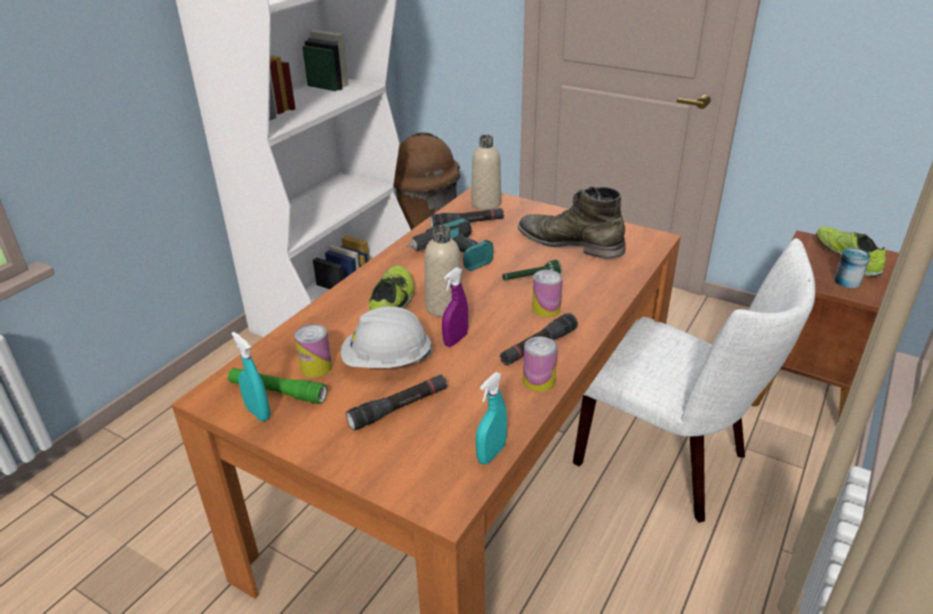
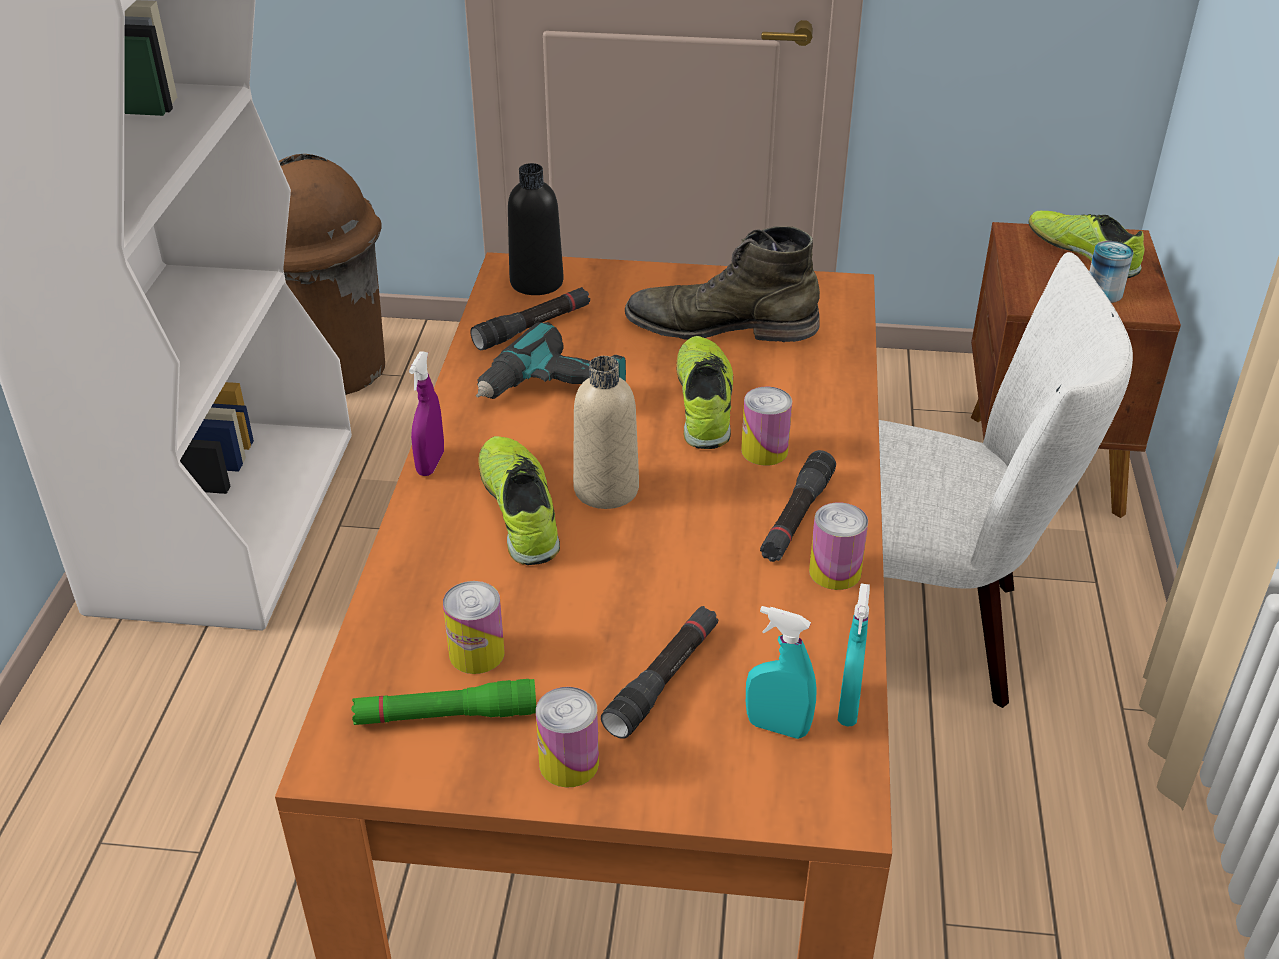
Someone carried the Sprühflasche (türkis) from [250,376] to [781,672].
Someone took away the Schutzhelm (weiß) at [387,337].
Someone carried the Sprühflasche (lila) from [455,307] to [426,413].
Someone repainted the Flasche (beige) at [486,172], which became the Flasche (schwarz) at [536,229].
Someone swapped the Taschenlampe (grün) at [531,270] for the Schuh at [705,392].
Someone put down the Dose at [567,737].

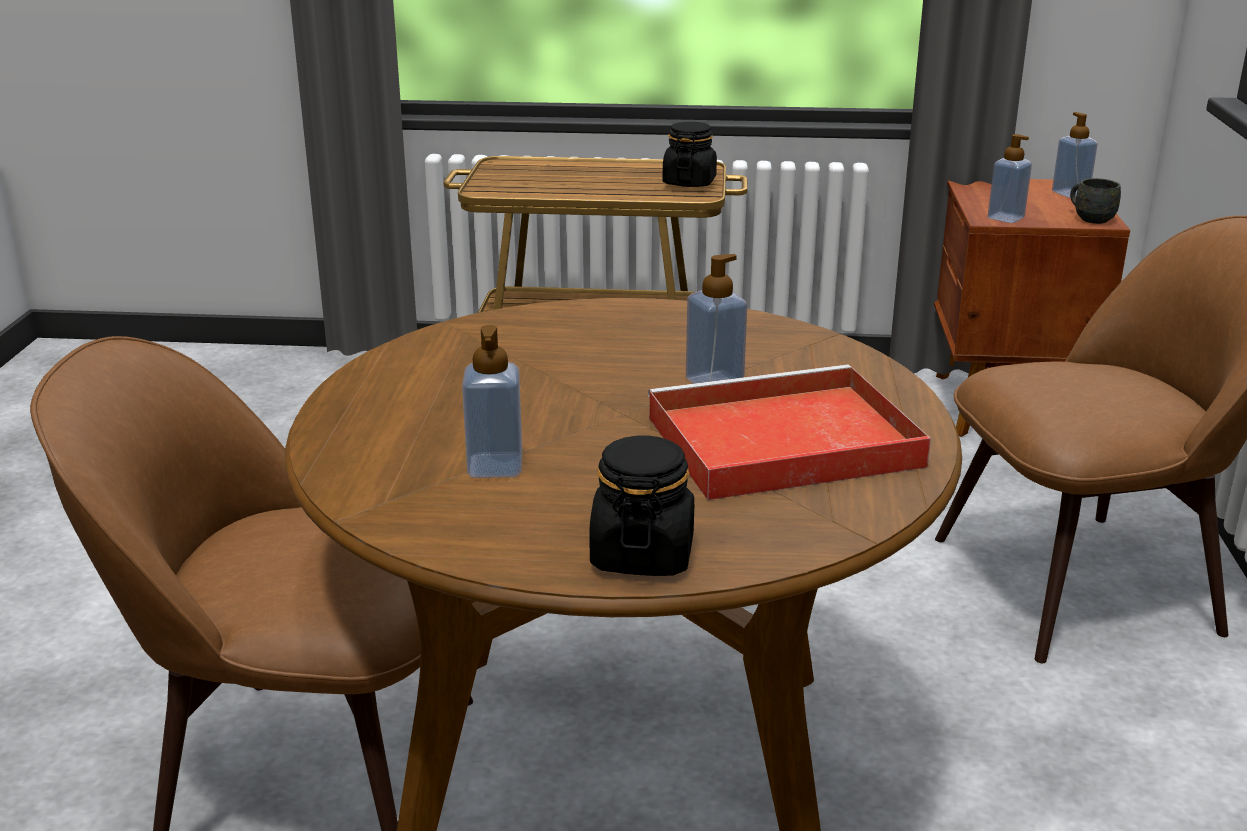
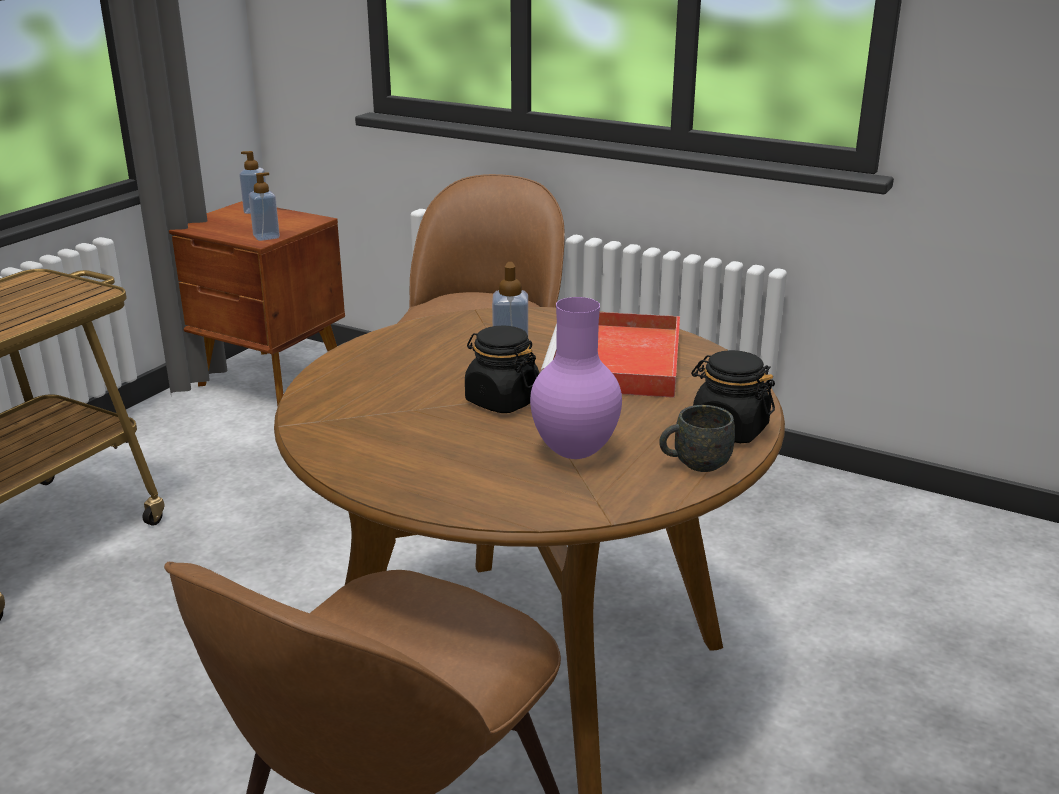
Someone swapped the Seifenspender at [492,401] for the Vase (lila) at [576,378].
Someone carried the Vorratsglas (schwarz) from [689,154] to [502,369].
Someone carried the Henkelbecher (grau) from [1095,201] to [697,438].

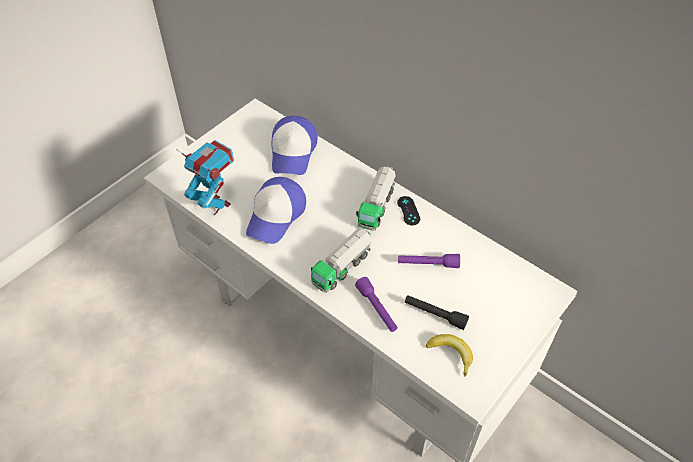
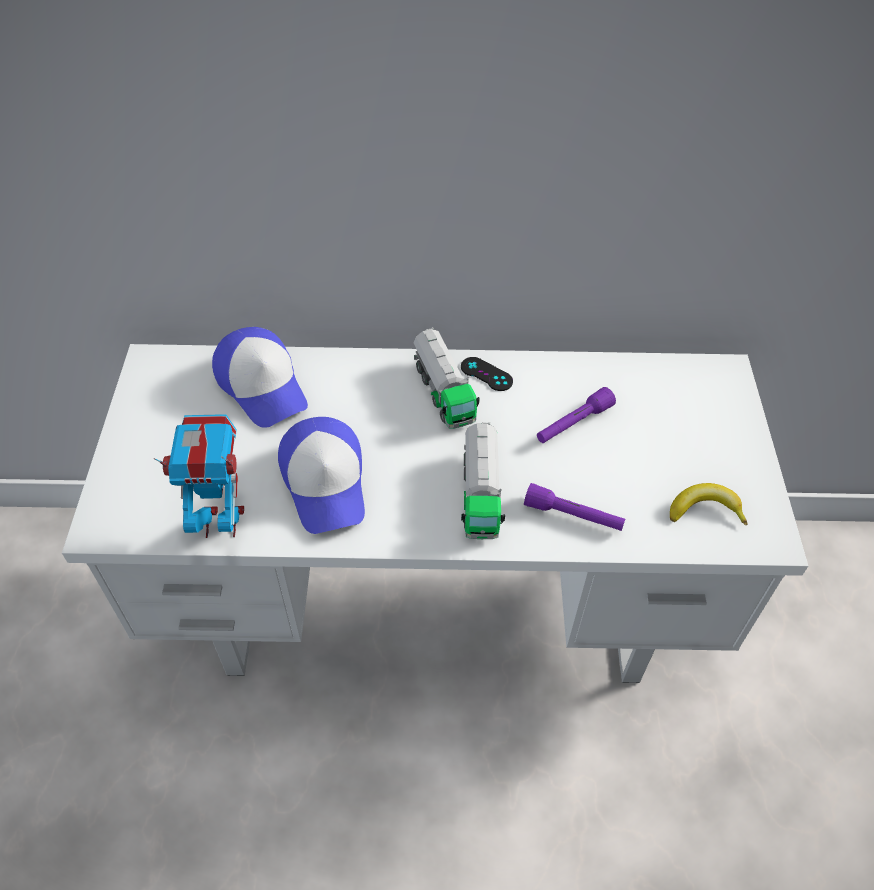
Someone took away the Taschenlampe (schwarz) at [437,312].

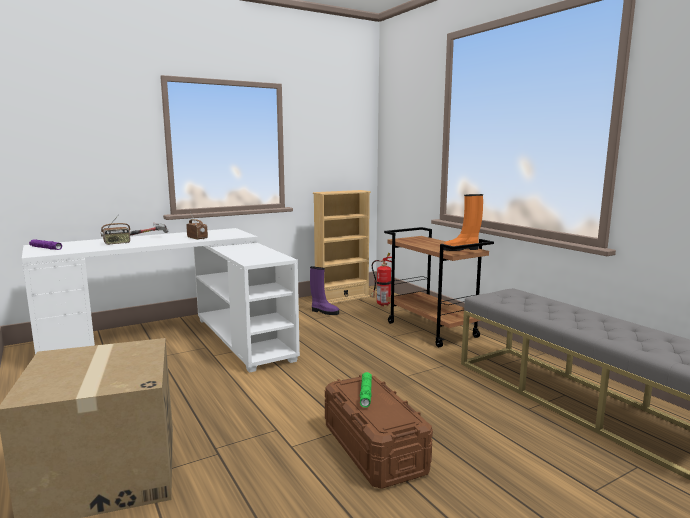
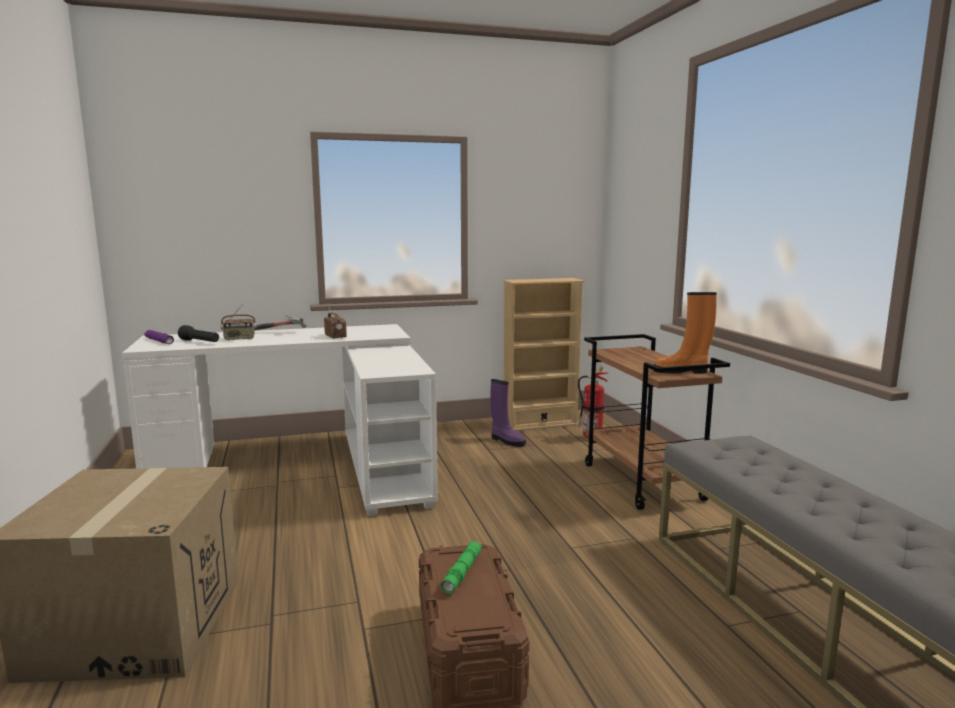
Someone put down the Taschenlampe (schwarz) at [198,333].

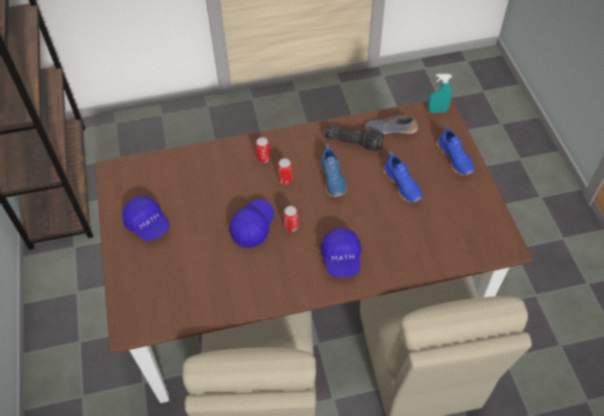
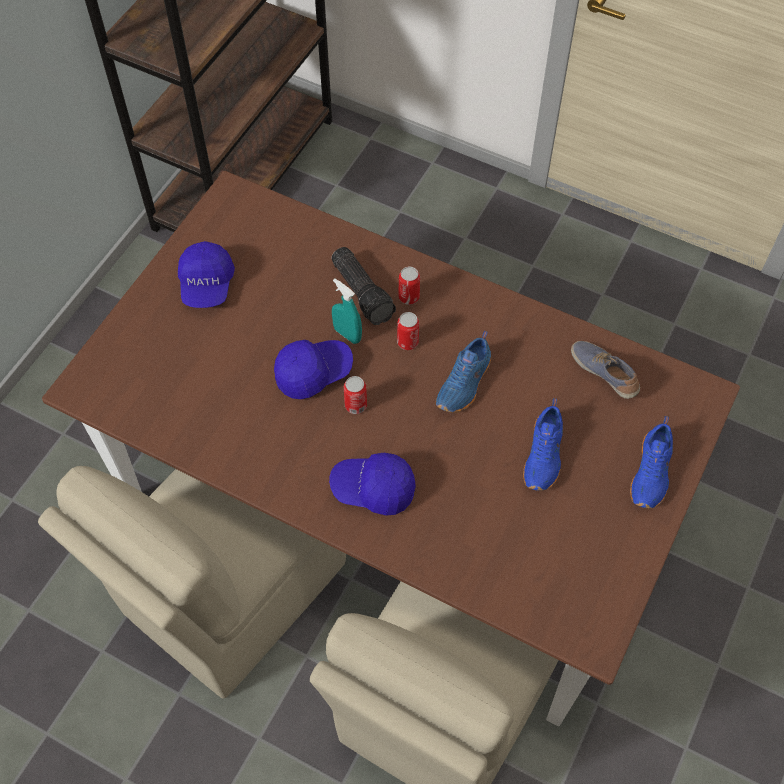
Someone rotated the Kappe (blau) at [341,253] by 60 degrees clockwise.
Someone carried the Taschenlampe from [354,138] to [364,286].
Someone carried the Sprühflasche (türkis) from [440,93] to [347,311].

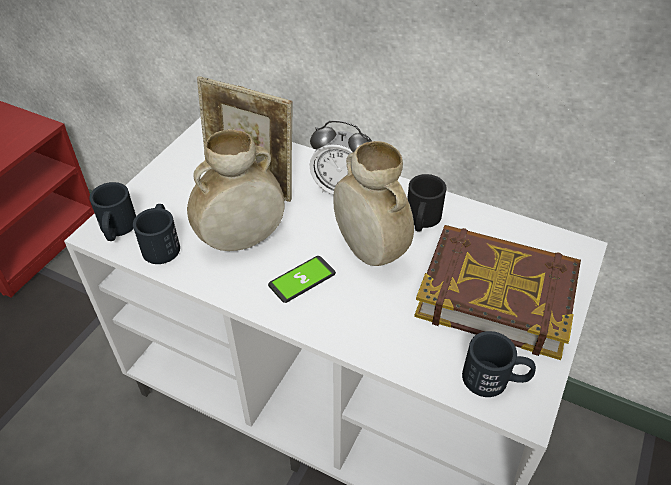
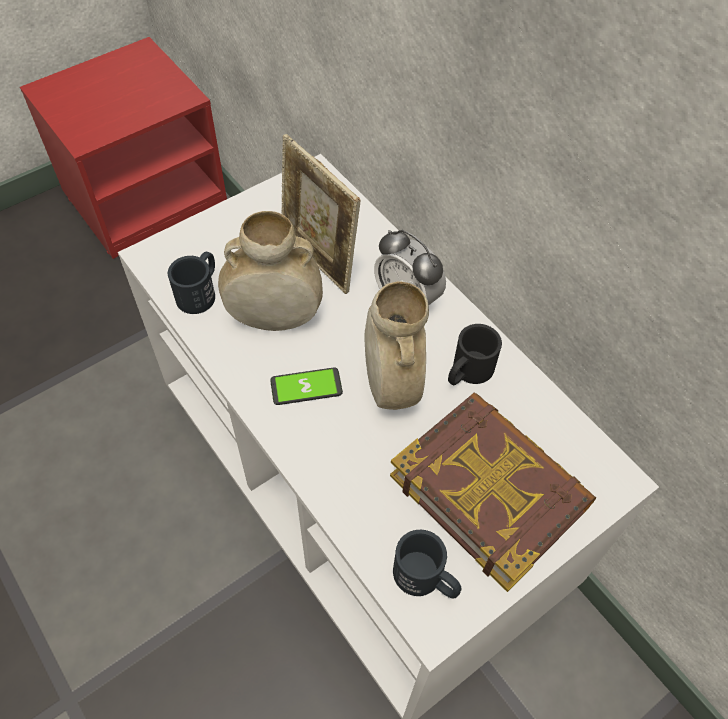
Someone took away the Henkelbecher (schwarz) at [112,211].

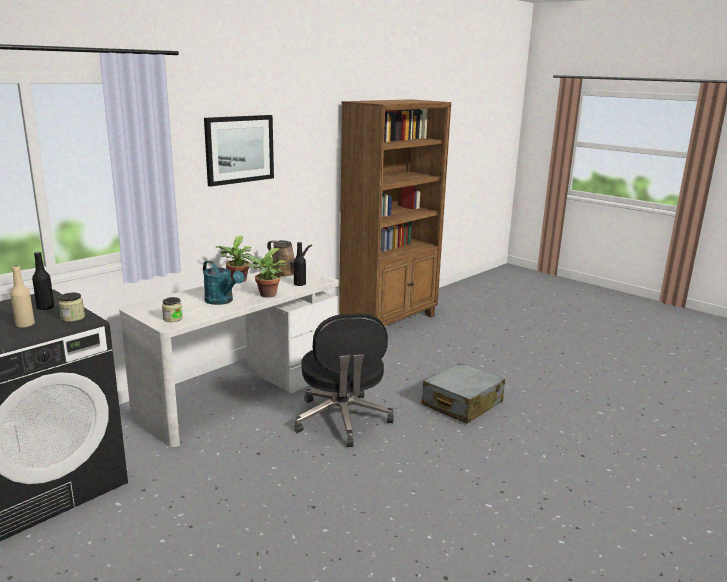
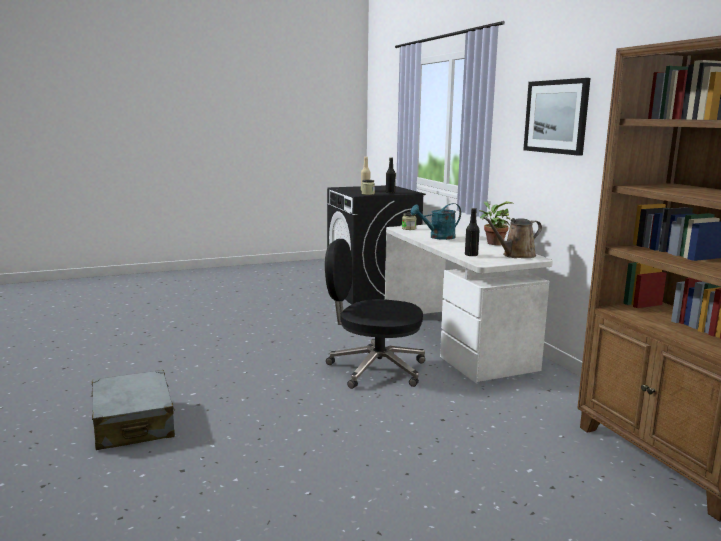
Someone took away the Topfpflanze at [263,272].
Someone carried the Koffer (grau) from [463,393] to [133,410].

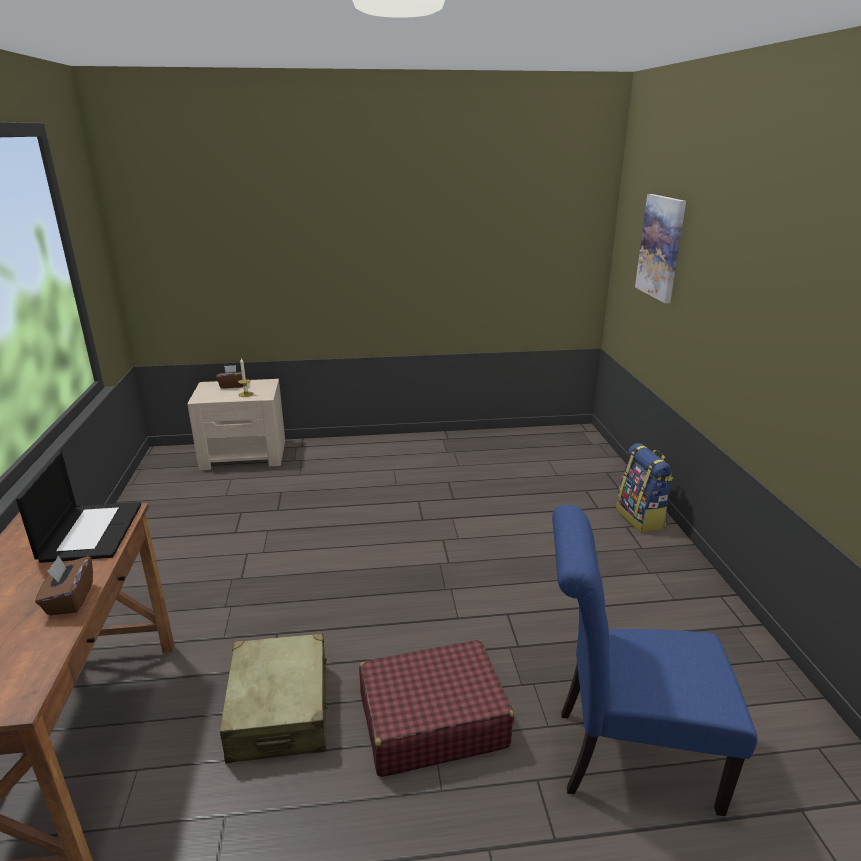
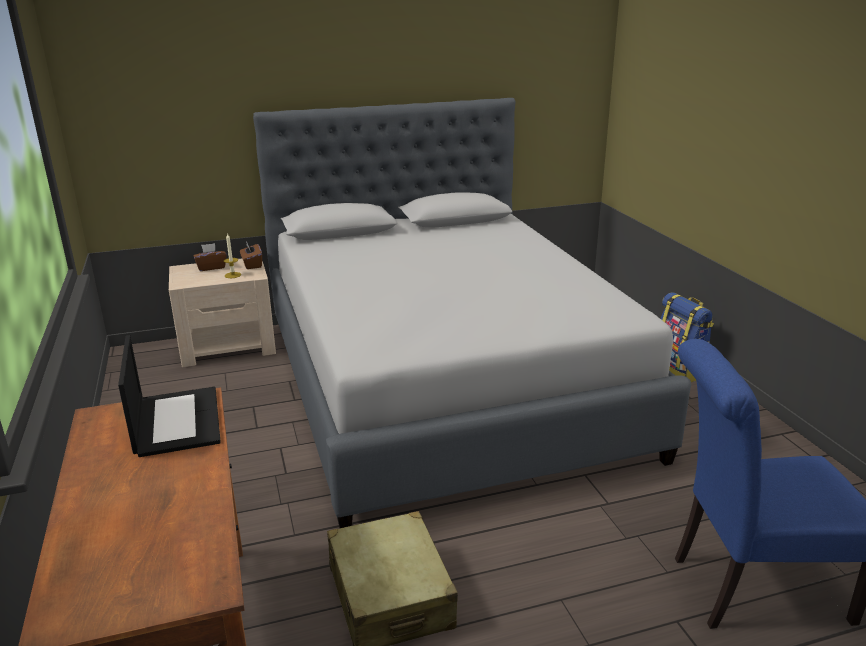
Someone carried the Taschentuchbox (braun) from [64,585] to [251,255].
Someone took away the Koffer (rot) at [436,708].
Someone took away the Bild at [660,248].
Someone put down the Bett (grau) at [472,313].

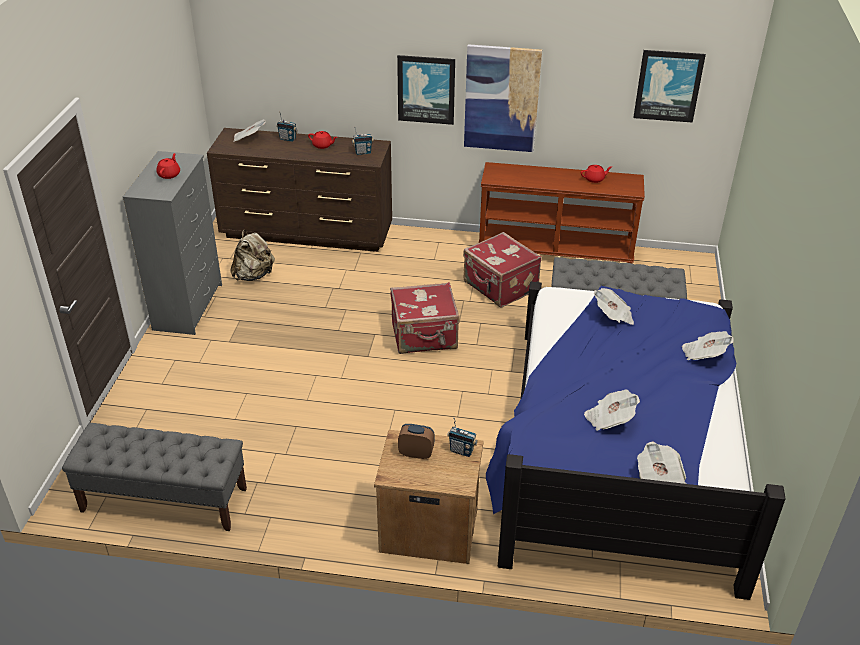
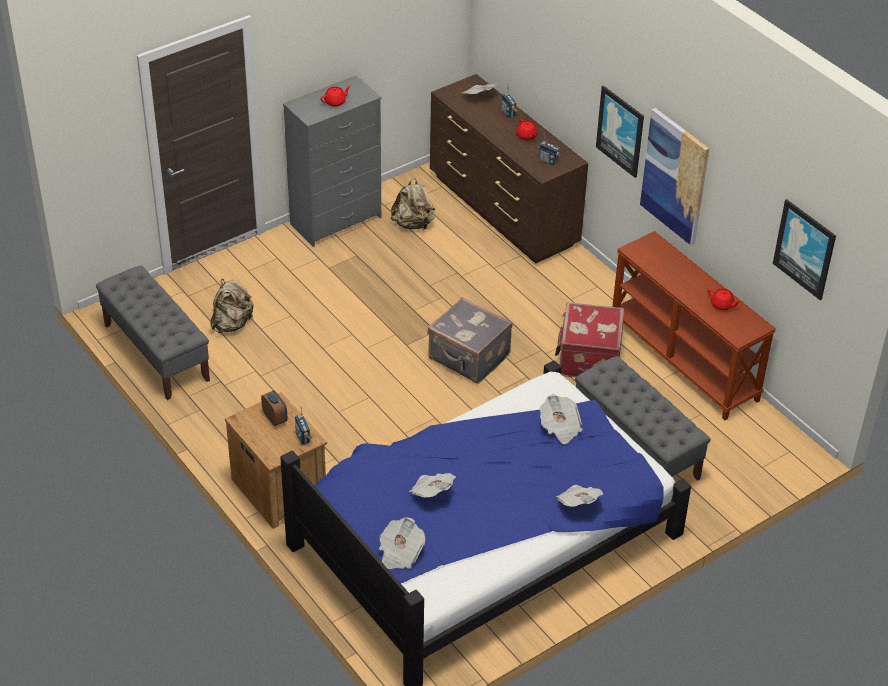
Someone repainted the Koffer (rot) at [425,318], which became the Koffer (grau) at [469,340].
Someone put down the Rucksack (beige) at [232,306].

